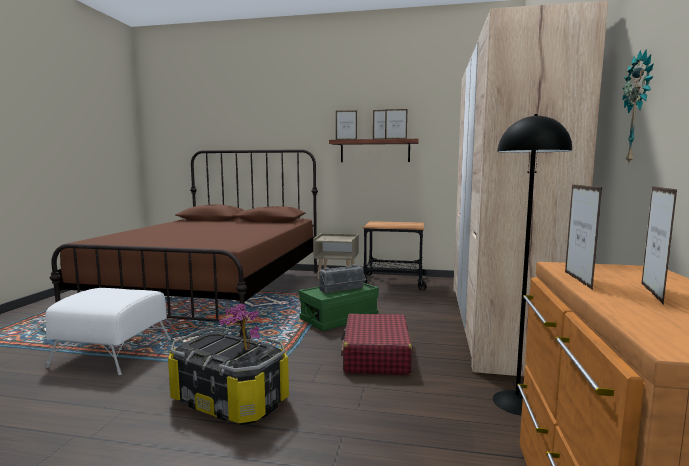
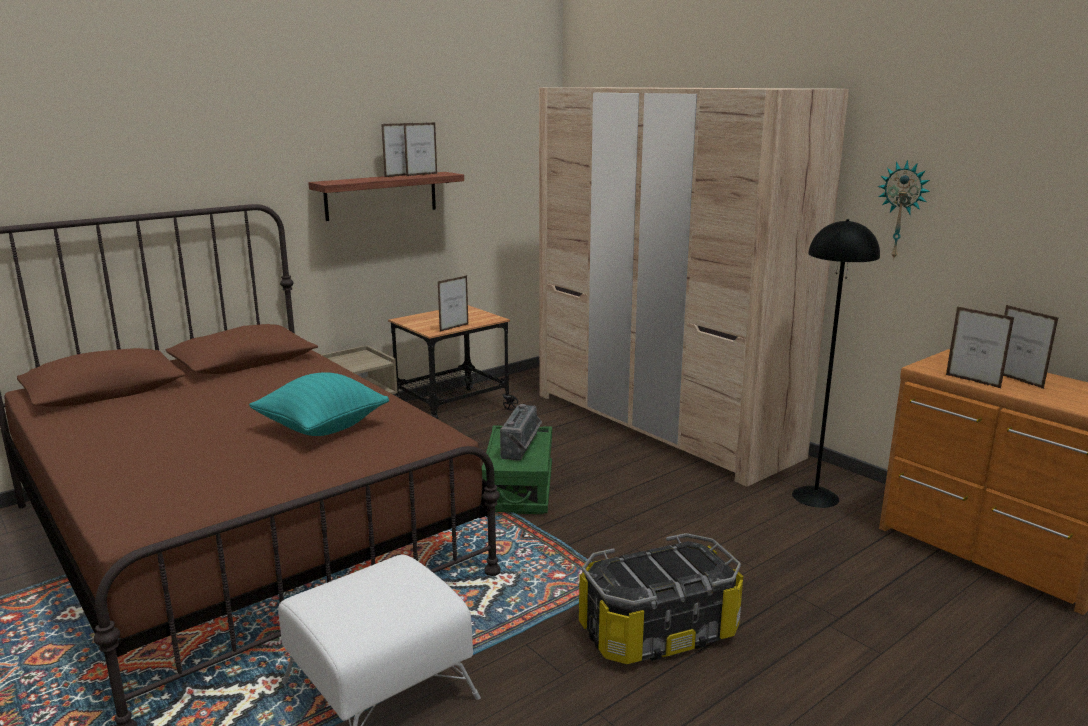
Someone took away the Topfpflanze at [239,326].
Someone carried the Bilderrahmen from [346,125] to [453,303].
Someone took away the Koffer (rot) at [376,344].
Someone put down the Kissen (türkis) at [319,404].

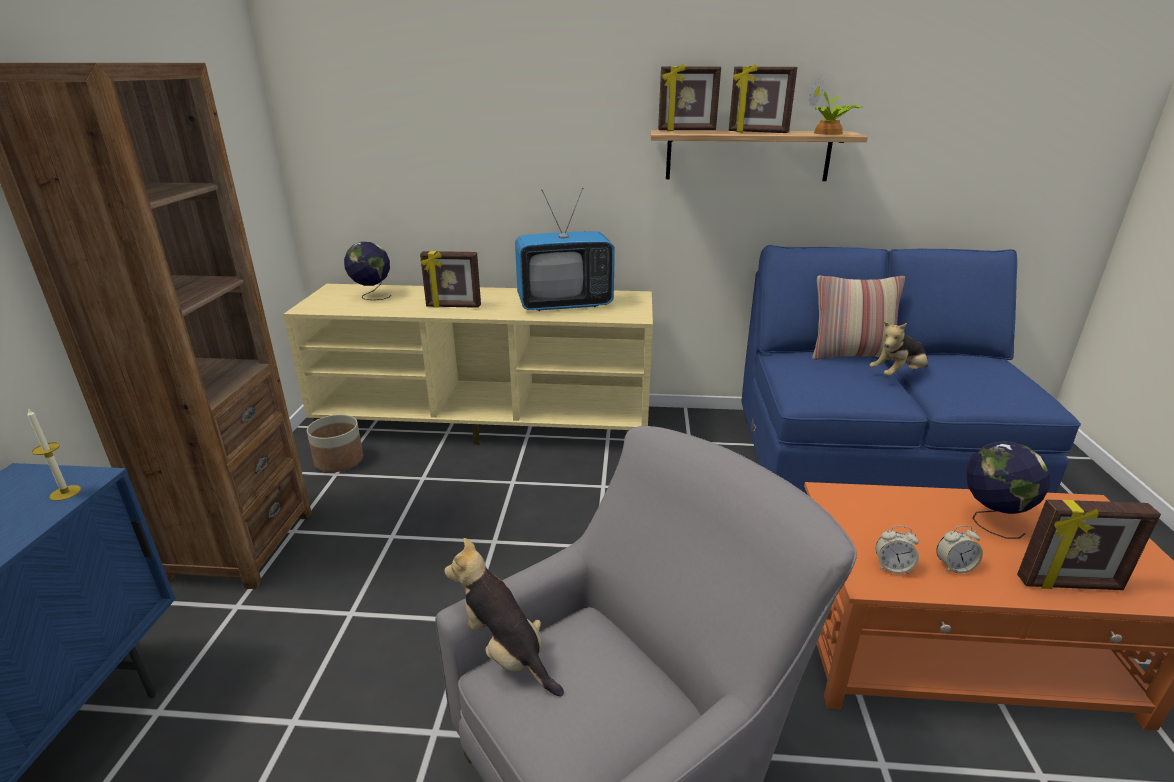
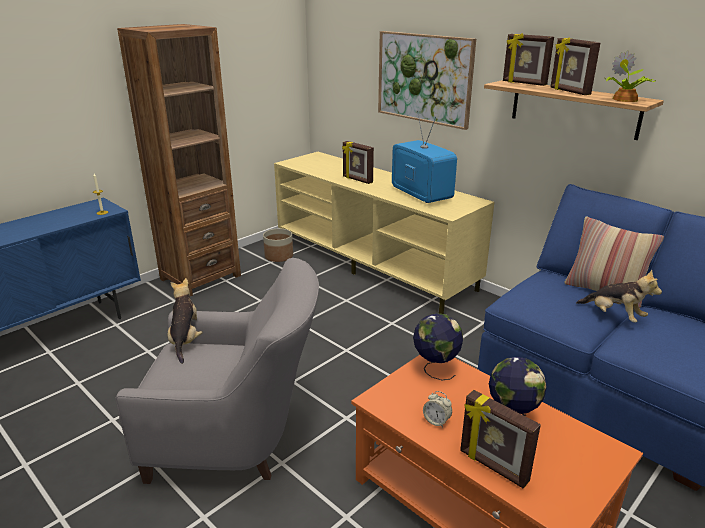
Someone carried the Globus from [367,271] to [438,346].
Someone rotated the Fernseher at [565,249] by 150 degrees counterclockwise.
Someone rotated the Plüschtier at [899,349] by 150 degrees counterclockwise.
Someone took away the Wecker at [897,550].
Someone put up the Bild at [427,80].

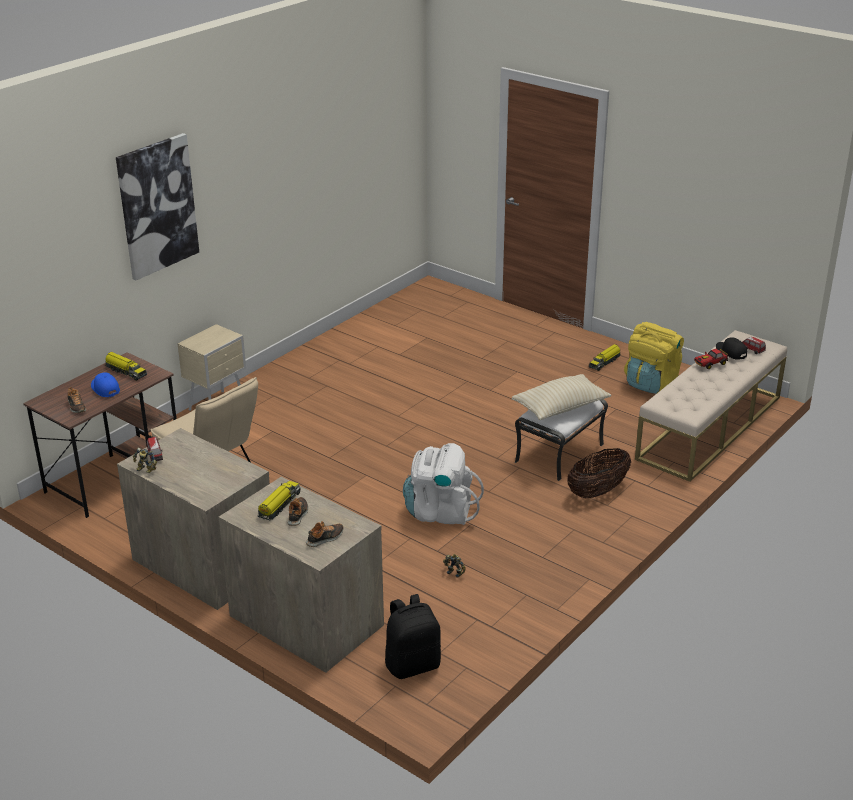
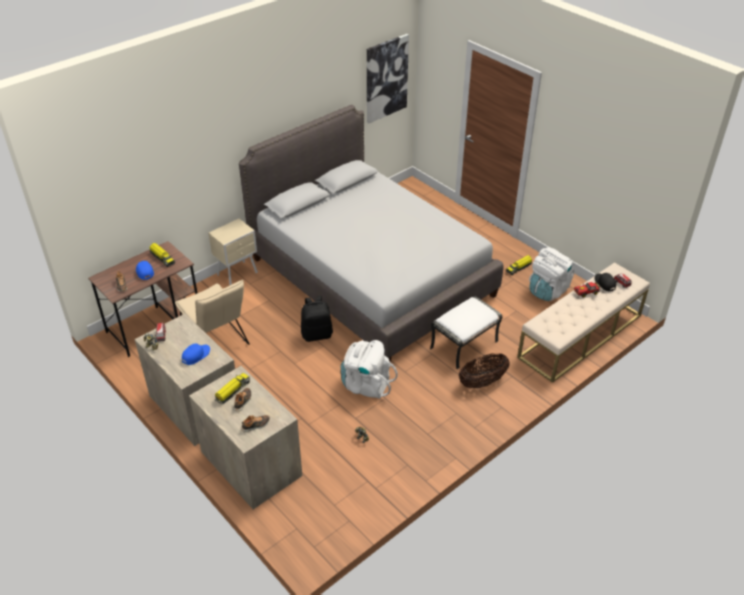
Someone carried the Bild from [157,206] to [388,78].
Someone carried the Rucksack (schwarz) from [413,636] to [317,319].
Someone took away the Kissen (beige) at [561,397].
Someone repainted the Rucksack (gelb) at [654,358], which became the Rucksack (weiß) at [551,274].
Someone put down the Kappe (blau) at [196,354].
Someone put down the Bett (grau) at [371,233].

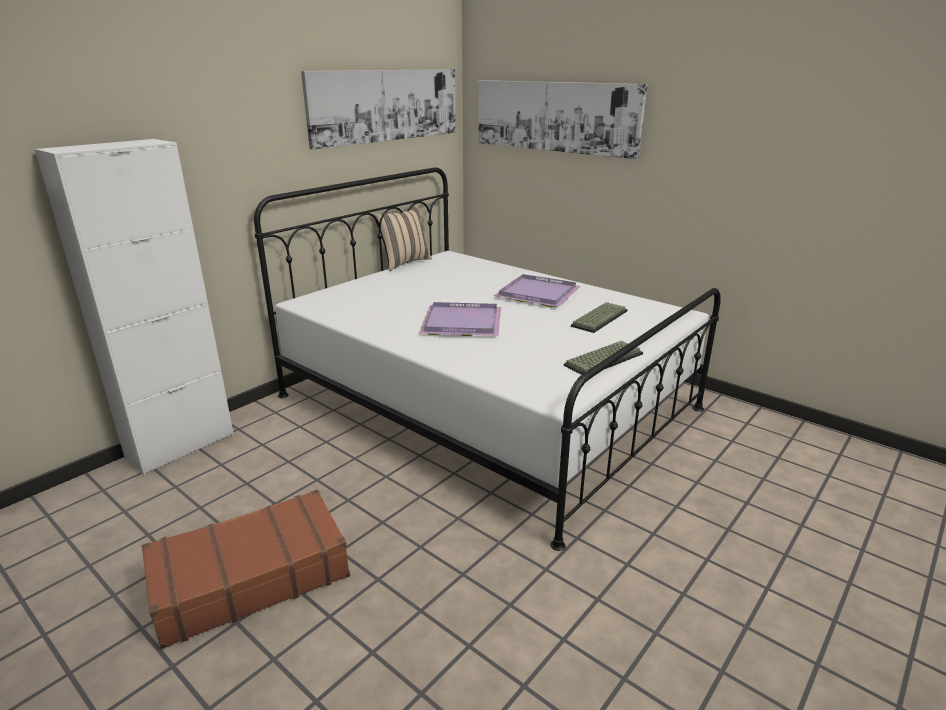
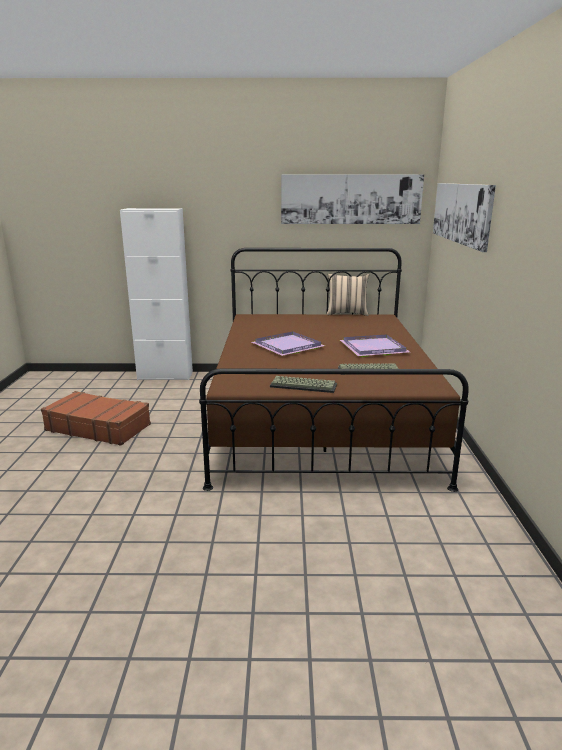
Someone repainted the Bett (weiß) at [487,359], which became the Bett (braun) at [334,370].

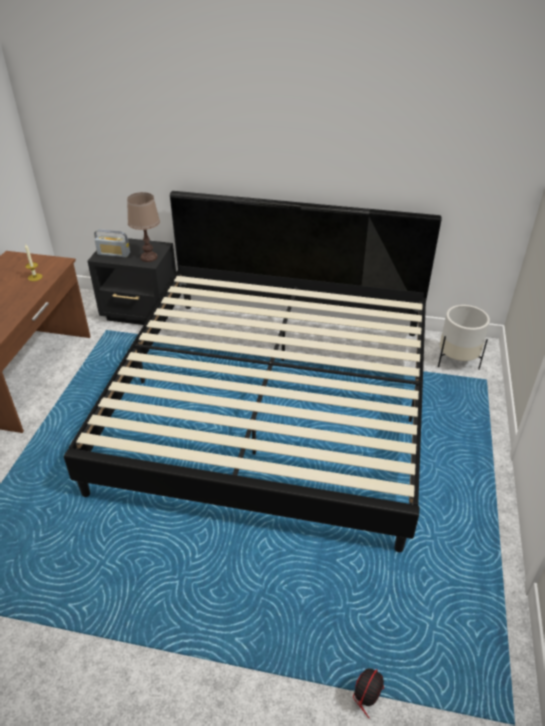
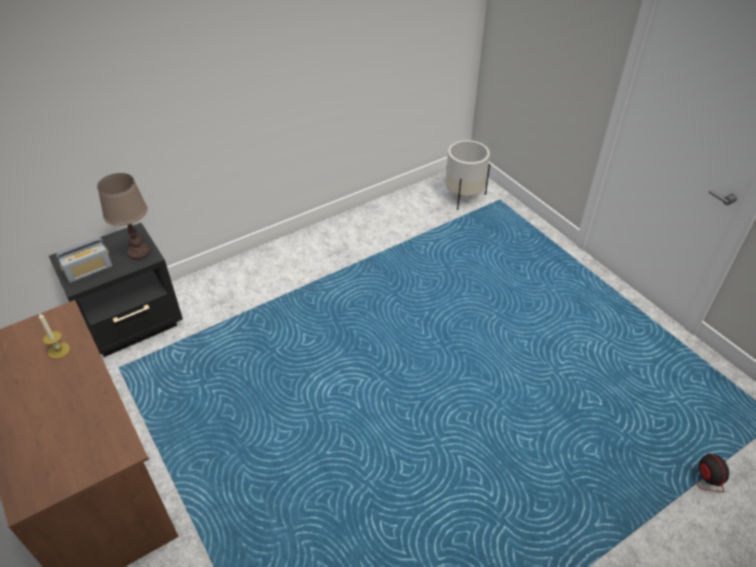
Someone took away the Bett at [253,371].

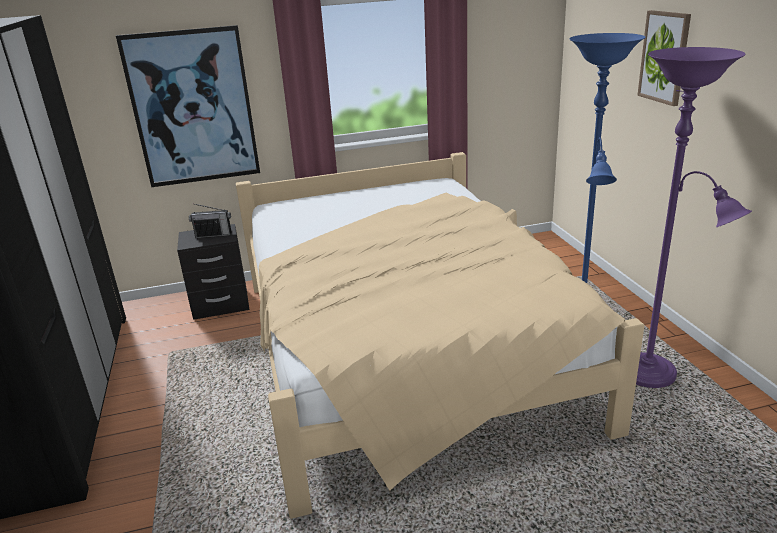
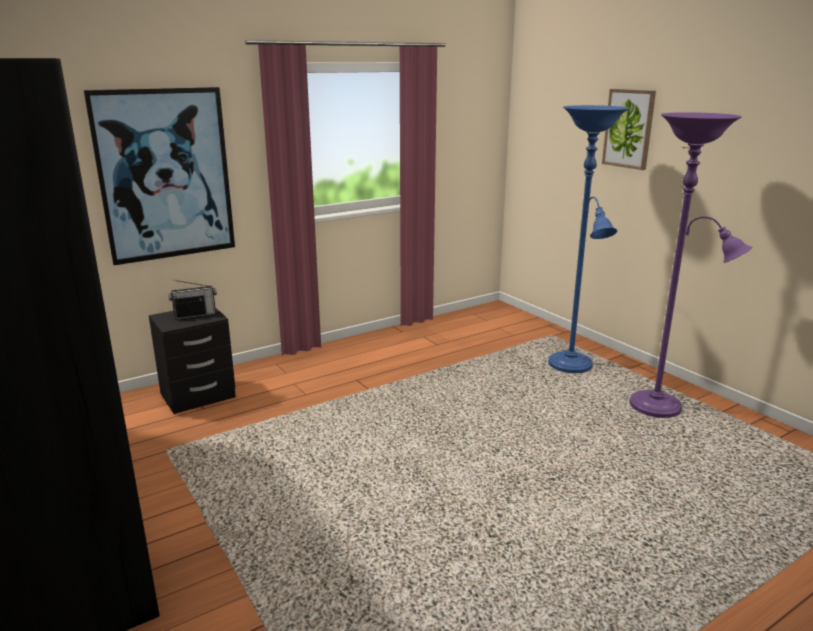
Someone took away the Bett (beige) at [440,335].

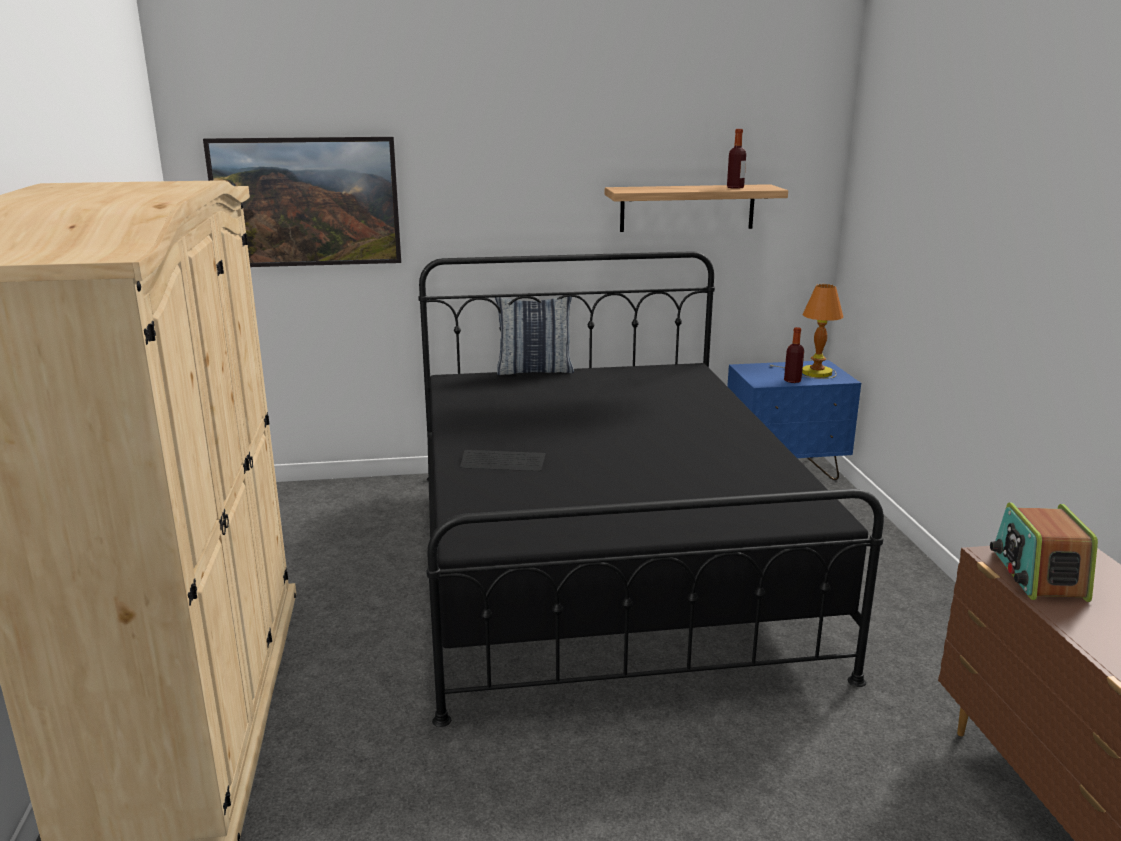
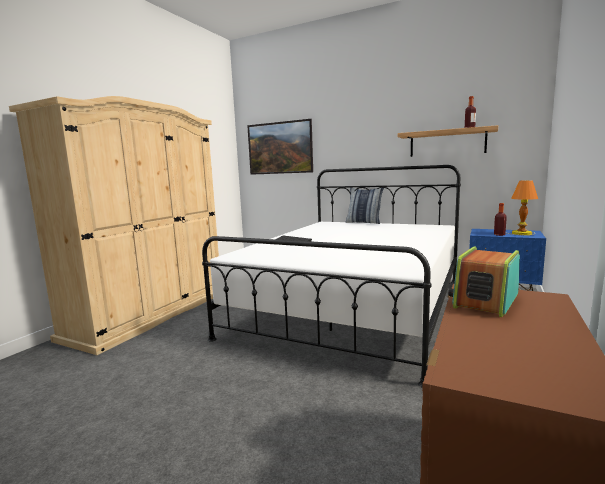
Someone repainted the Bett (schwarz) at [651,489], which became the Bett (weiß) at [331,276].

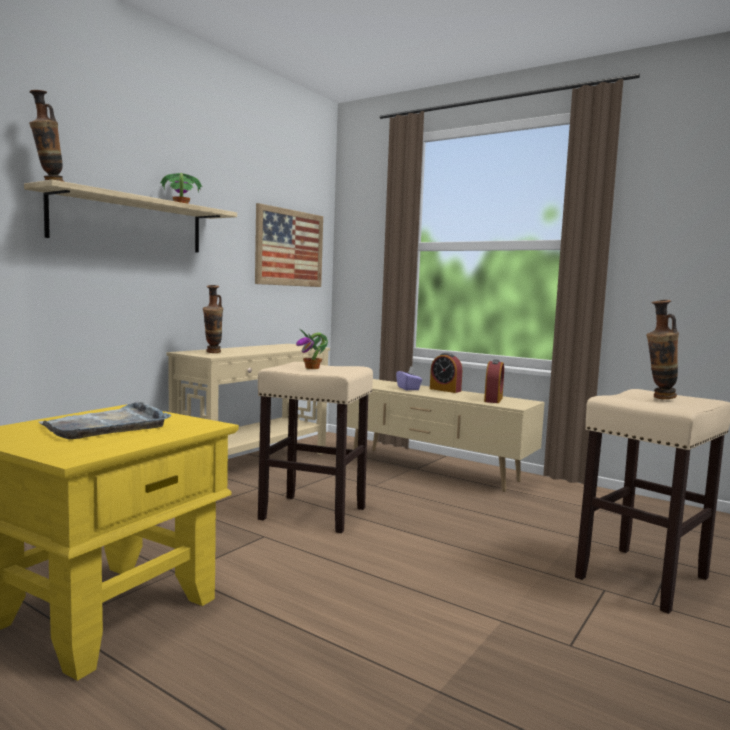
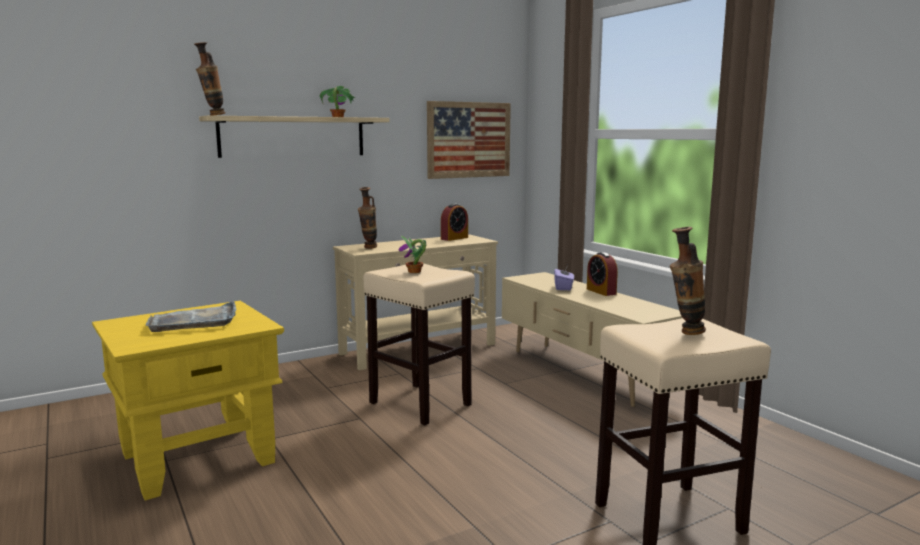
Someone carried the Wecker from [494,381] to [454,222].

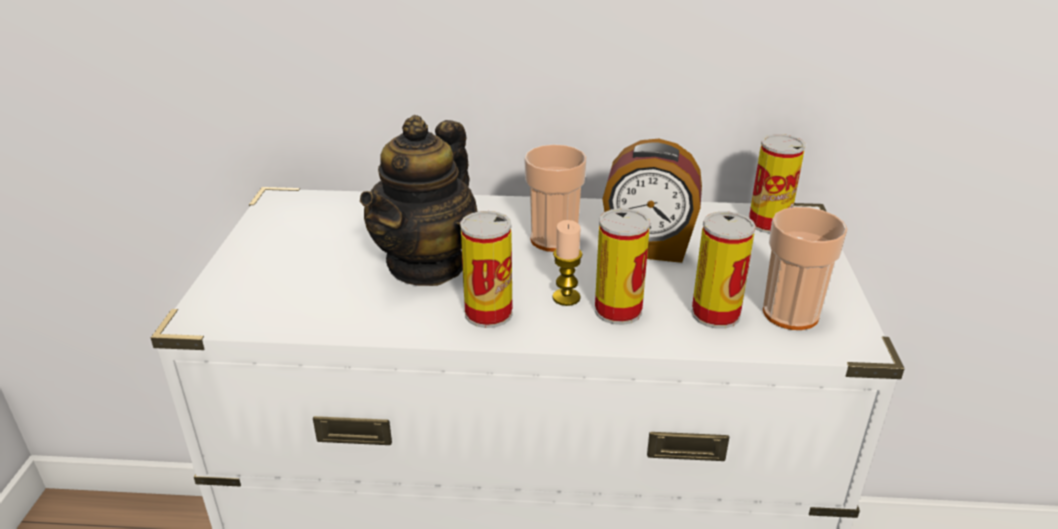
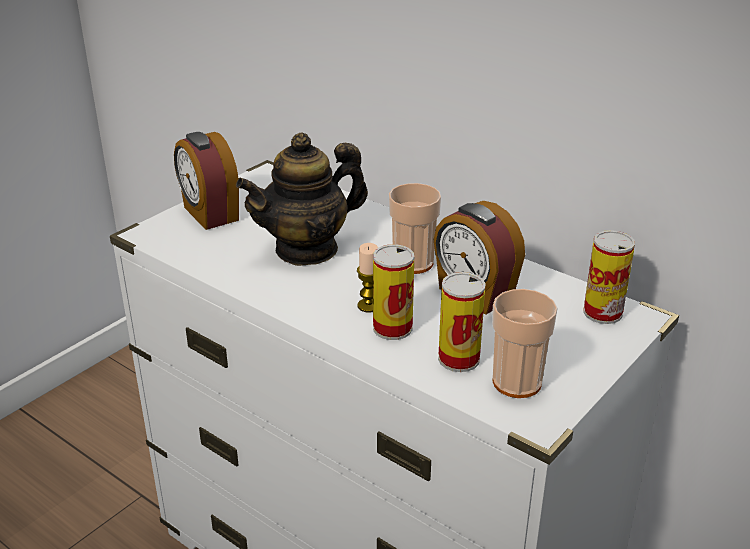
Someone took away the Dose at [486,269].
Someone put down the Wecker at [206,181].

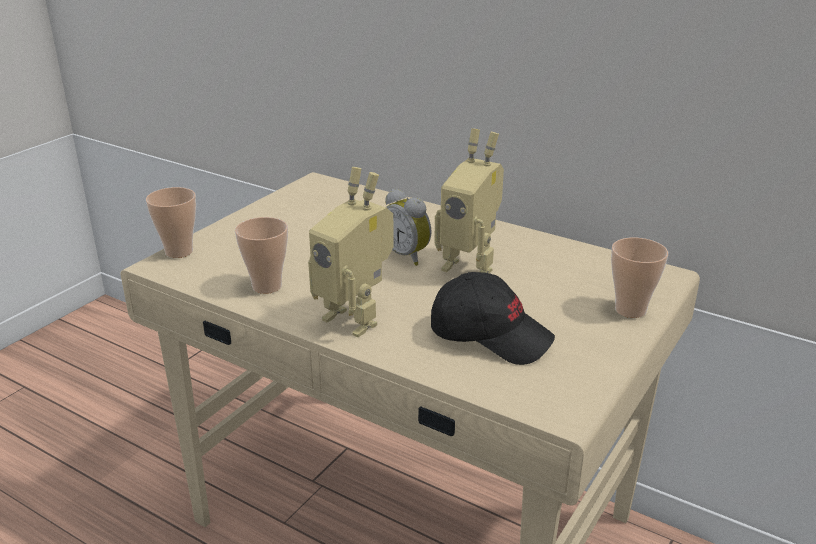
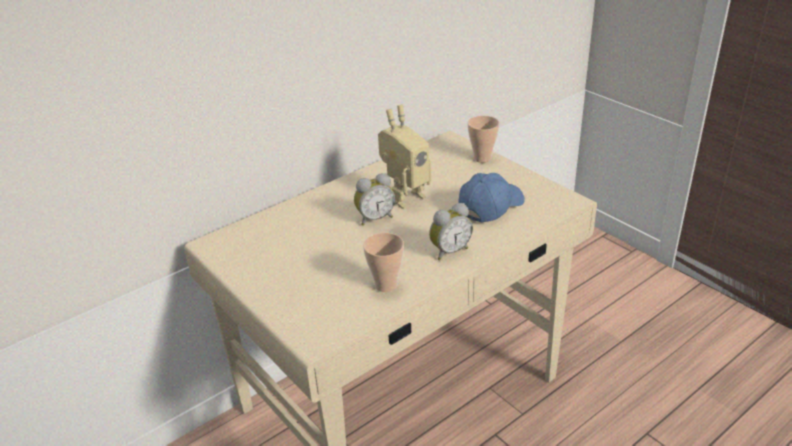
Someone took away the Tasse at [171,222].
Someone swapped the Spielzeugroboter at [351,252] for the Wecker at [451,231].
Someone repainted the Kappe (schwarz) at [493,318], which became the Kappe (blau) at [491,197].

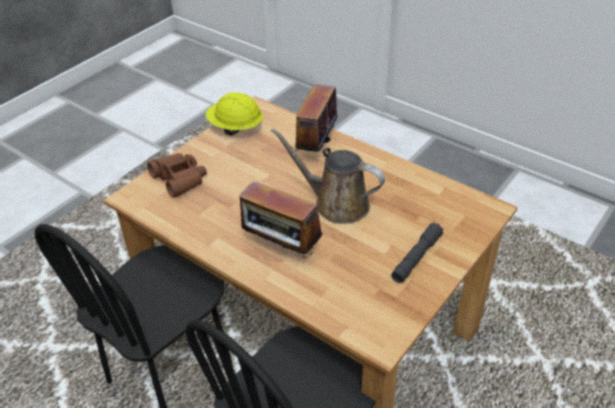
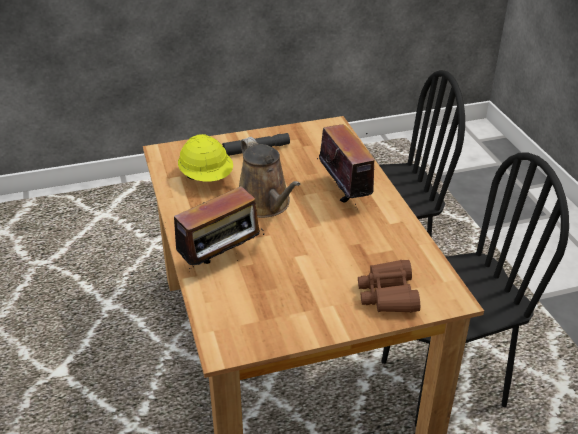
Someone carried the Schutzhelm (gelb) from [234,114] to [205,158].

